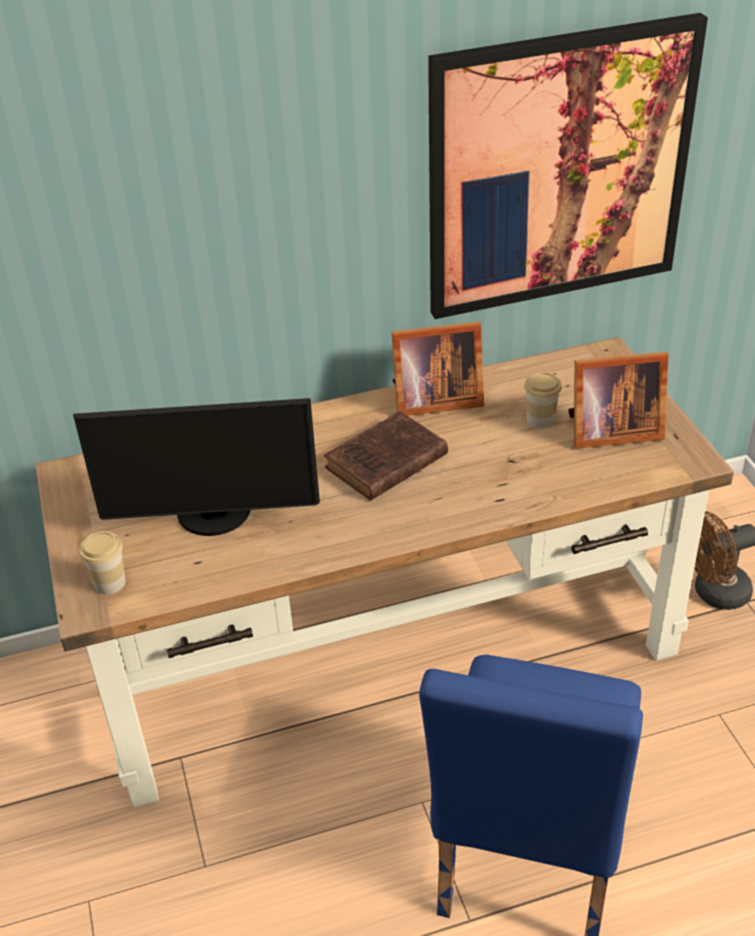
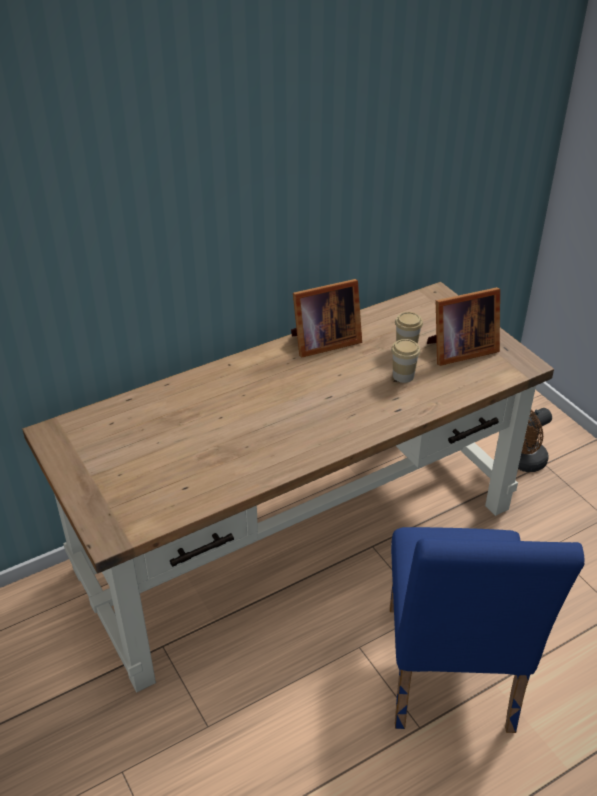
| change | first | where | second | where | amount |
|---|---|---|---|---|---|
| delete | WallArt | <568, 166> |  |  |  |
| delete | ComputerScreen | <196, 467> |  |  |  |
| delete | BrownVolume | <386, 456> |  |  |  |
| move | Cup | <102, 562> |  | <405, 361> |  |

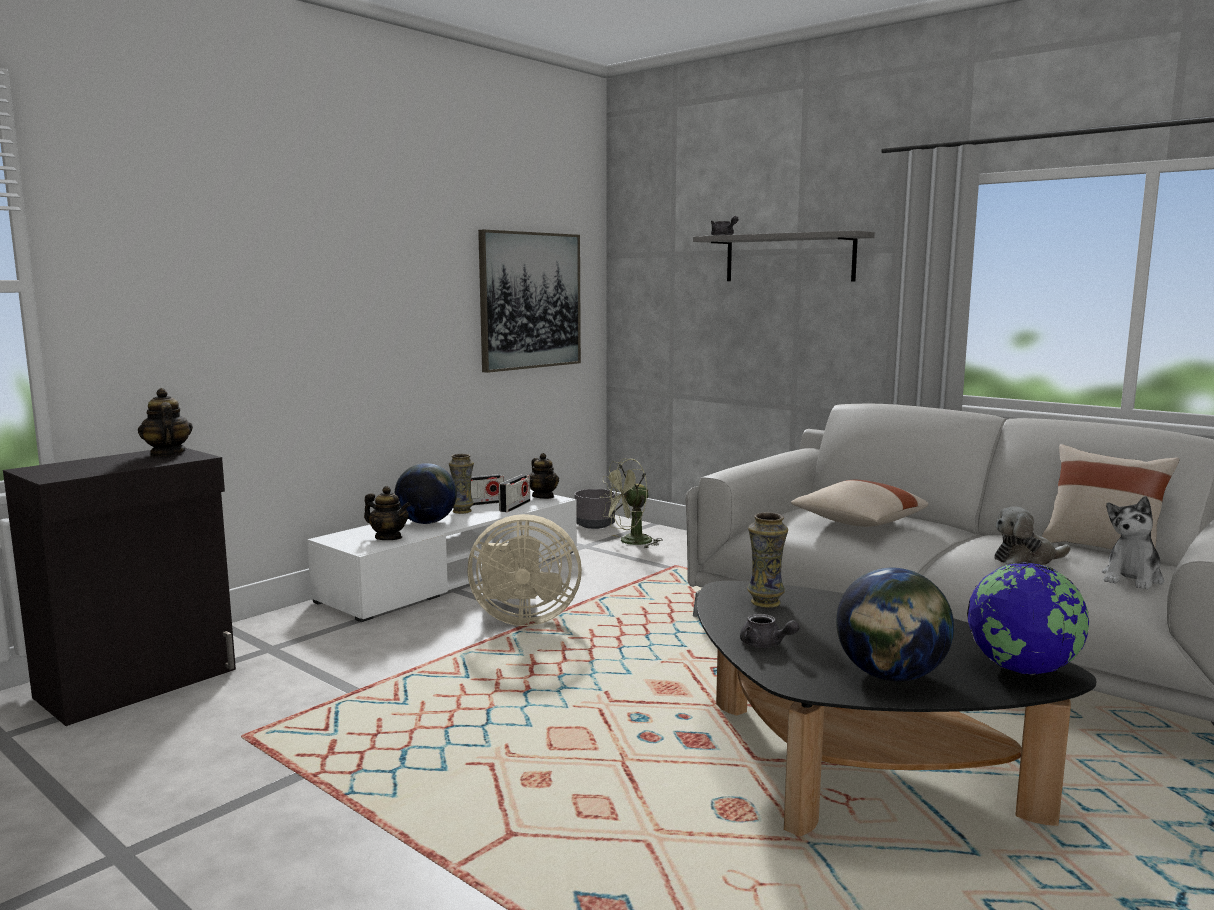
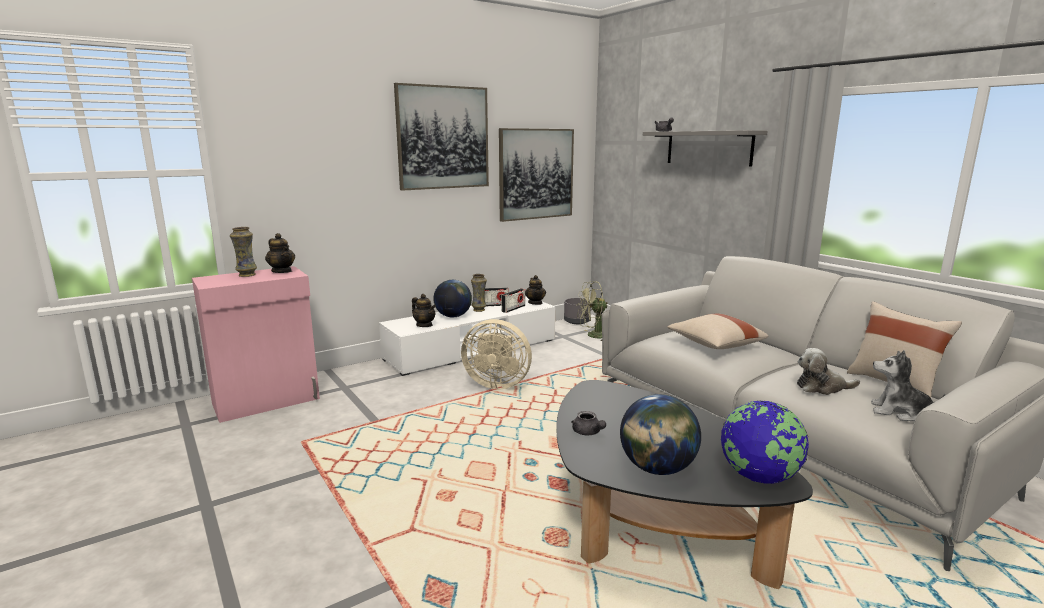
| change | first | where | second | where | amount |
|---|---|---|---|---|---|
| rotate | TeaPot | <165, 422> |  | <280, 253> | 150 degrees clockwise |
| recolor | BlackColouredStorageCabinet | <119, 587> | PinkColouredStorageCabinet | <256, 344> |  |
| rotate | CuddlyToy | <1133, 543> |  | <908, 385> | 60 degrees clockwise |
| move | Vase | <767, 560> |  | <243, 252> |  |
| insert |  |  | WallArt | <441, 137> |  |

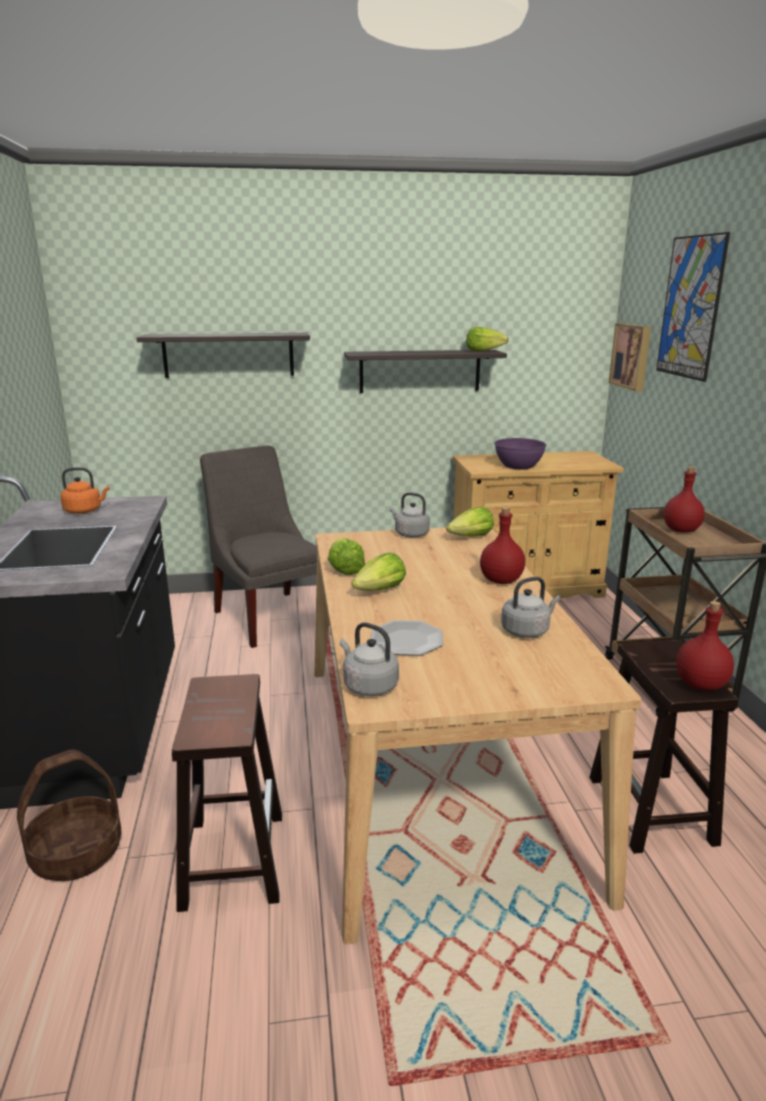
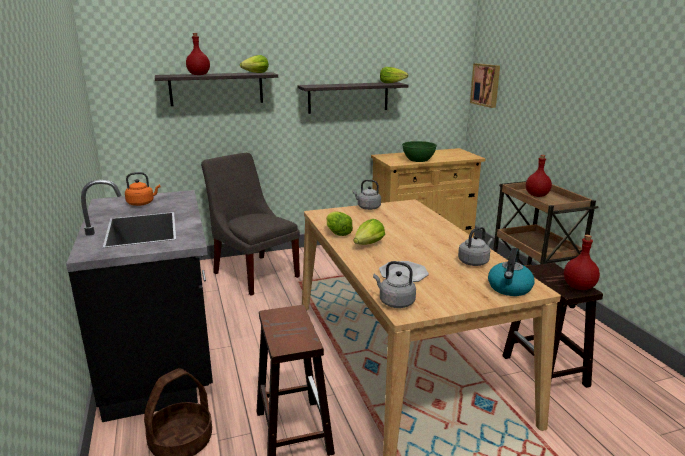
| change | first | where | second | where | amount |
|---|---|---|---|---|---|
| delete | WallArt | <693, 307> |  |  |  |
| recolor | PurpleDeepDish | <520, 453> | GreenishDeepDish | <419, 151> |  |
| move | Lettuce | <470, 521> |  | <254, 64> |  |
| move | ReddishBottle | <502, 545> |  | <198, 54> |  |
| insert |  |  | TeaKettle | <511, 272> |  |

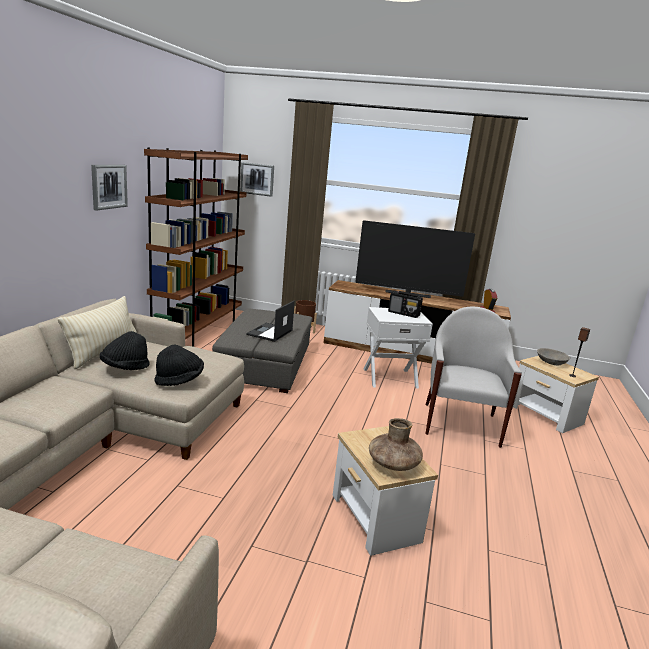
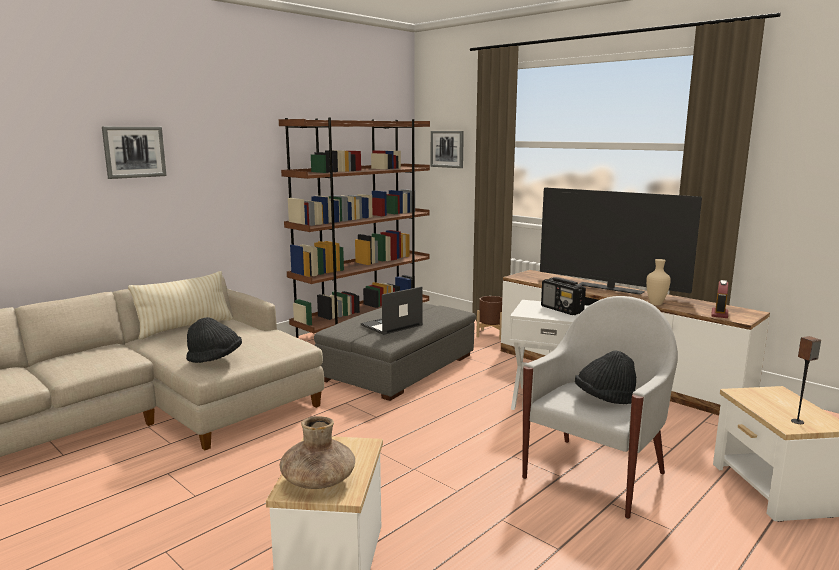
| change | first | where | second | where | amount |
|---|---|---|---|---|---|
| move | WallArt | <109, 188> |  | <134, 153> |  |
| move | BlackColouredWearableHat | <125, 350> |  | <605, 377> |  |
| delete | GreyishDeepDish | <553, 356> |  |  |  |
| insert |  |  | BeigeColouredVase | <658, 282> |  |

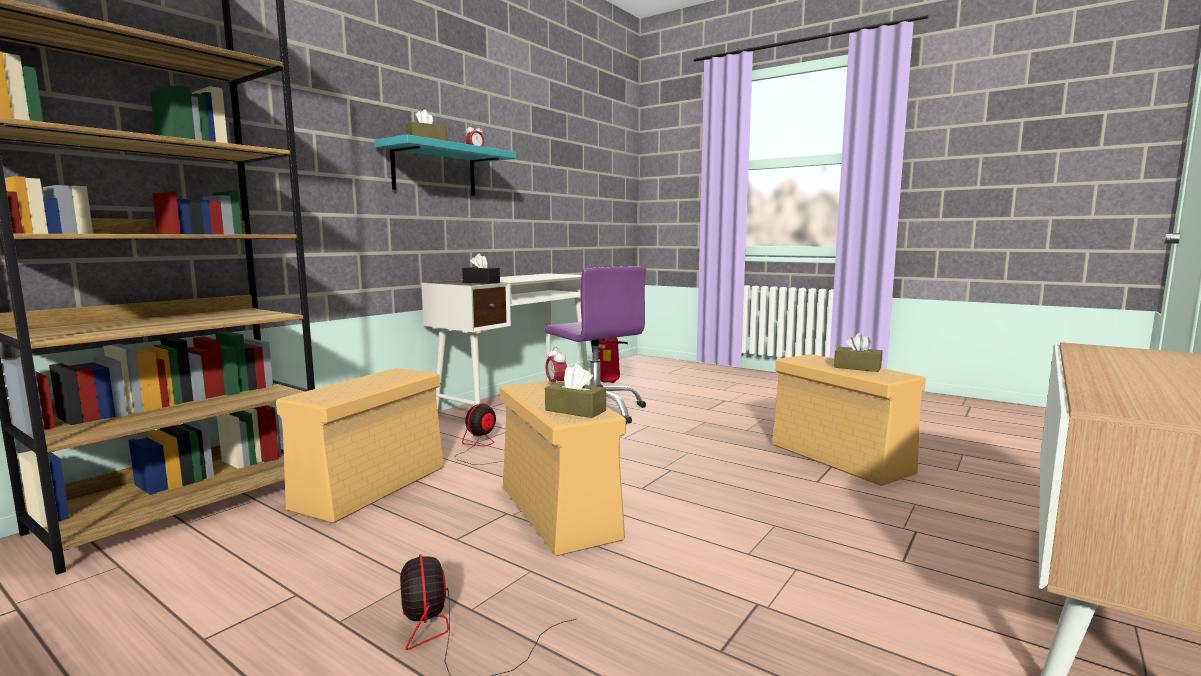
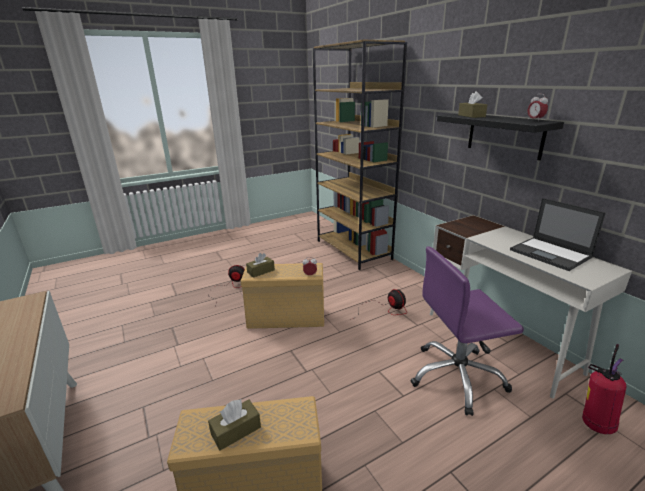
| change | first | where | second | where | amount |
|---|---|---|---|---|---|
| recolor | TurquoiseColouredWallShelf | <445, 165> | BlackColouredWallShelf | <500, 137> |  |
| delete | BlackColouredBoxOfTissues | <481, 269> |  |  |  |
| delete | BeigeColouredStorageBox | <360, 445> |  |  |  |
| insert |  |  | NotebookComputer | <558, 234> |  |

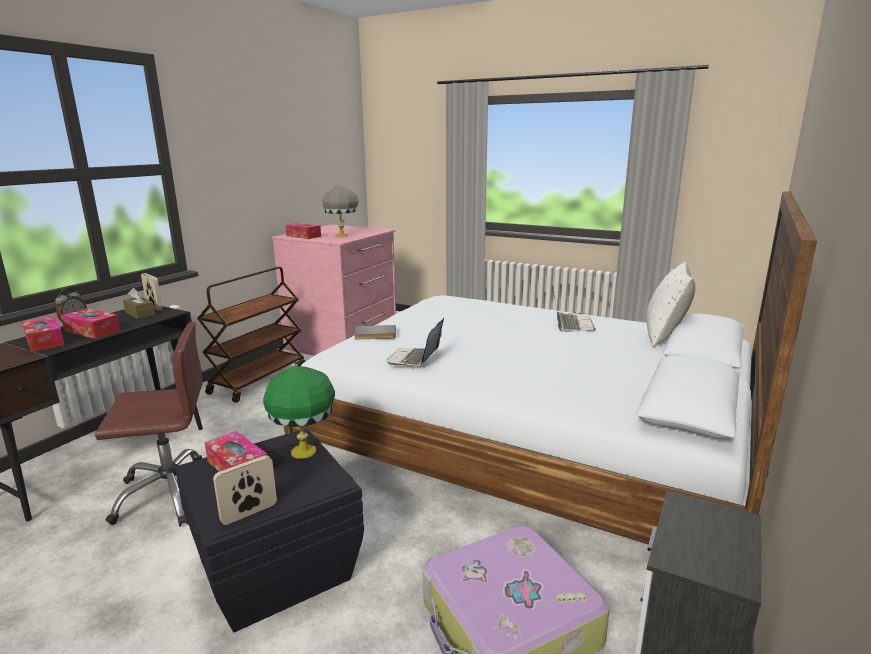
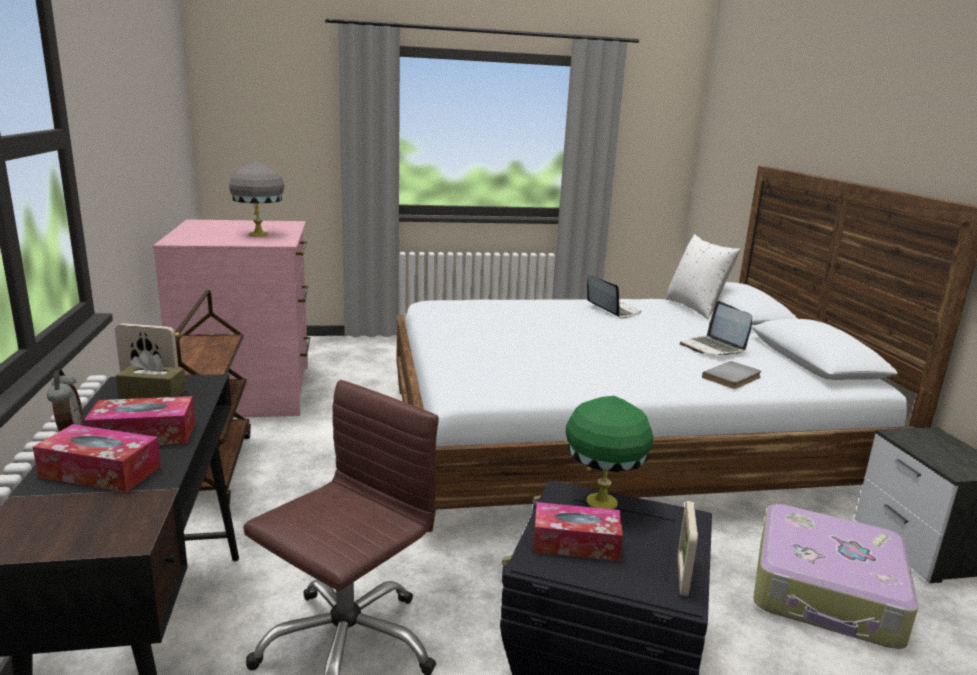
| change | first | where | second | where | amount |
|---|---|---|---|---|---|
| delete | BoxOfTissues | <303, 231> |  |  |  |
| move | NotebookComputer | <415, 342> |  | <716, 328> |  |
| move | GreyishVolume | <375, 332> |  | <732, 375> |  |

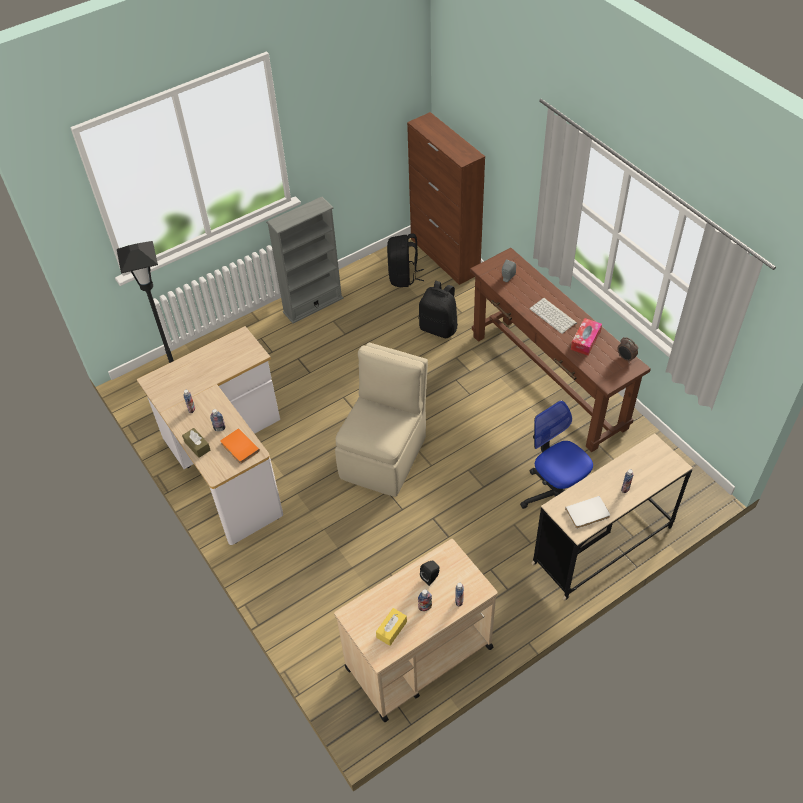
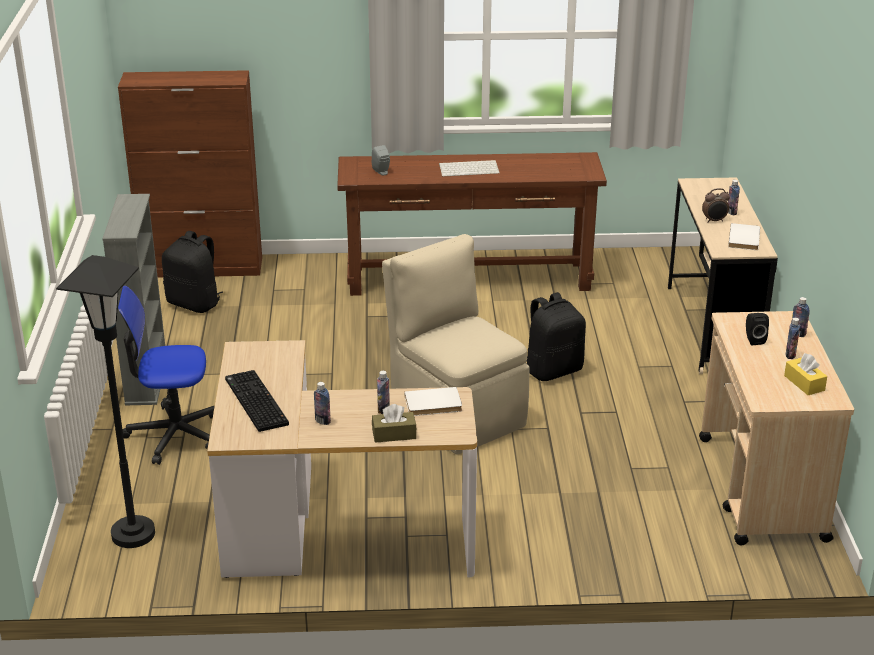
| change | first | where | second | where | amount |
|---|---|---|---|---|---|
| move | BlackColouredBackpack | <438, 309> |  | <555, 336> |  |
| delete | BoxOfTissues | <586, 337> |  |  |  |
| move | TableClock | <627, 350> |  | <716, 205> |  |
| move | ComputerChair | <556, 454> |  | <166, 375> |  |
| recolor | OrangeyVolume | <240, 446> | WhiteVolume | <433, 401> |  |
| insert |  |  | ComputerKeyboard | <257, 401> |  |

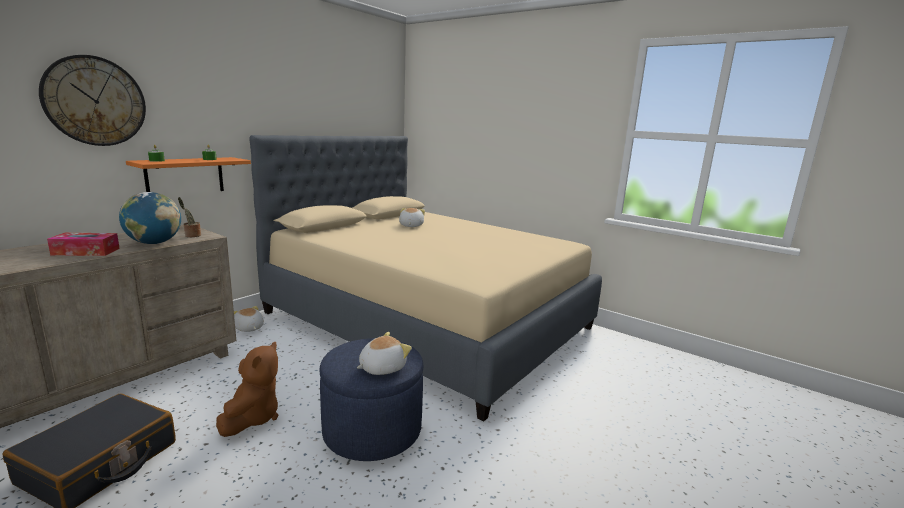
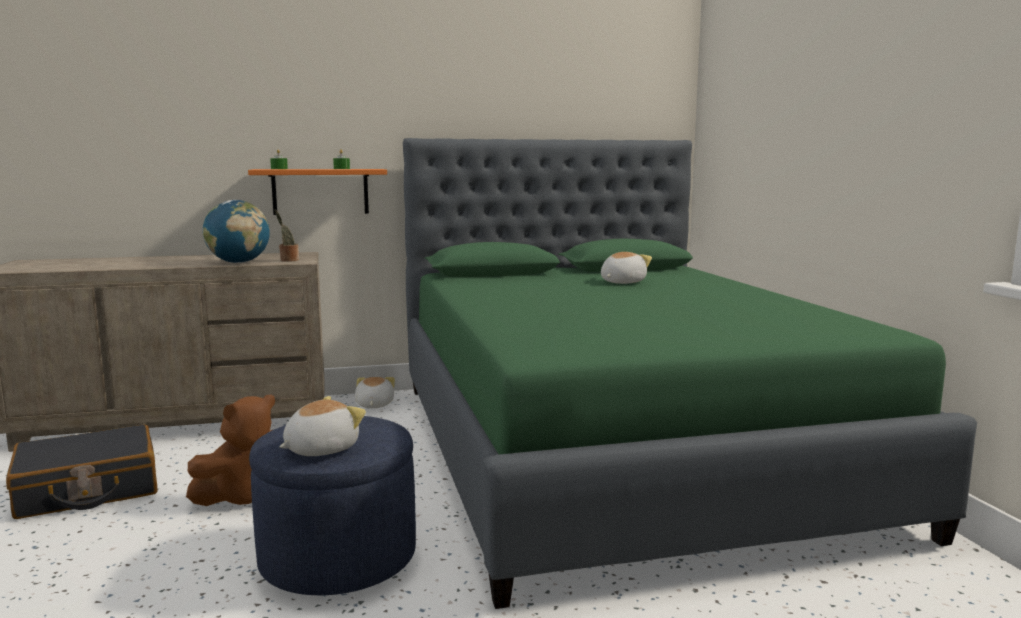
| change | first | where | second | where | amount |
|---|---|---|---|---|---|
| delete | ClockOnTheWall | <92, 100> |  |  |  |
| recolor | BeigeColouredSleepingBed | <425, 278> | GreenishSleepingBed | <690, 373> |  |
| delete | BoxOfTissues | <83, 244> |  |  |  |
| rotate | CuddlyToy | <384, 353> |  | <322, 426> | 45 degrees counterclockwise |

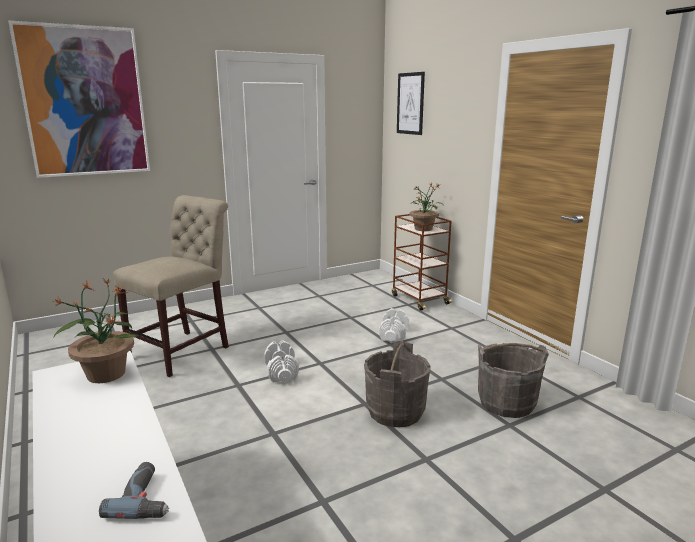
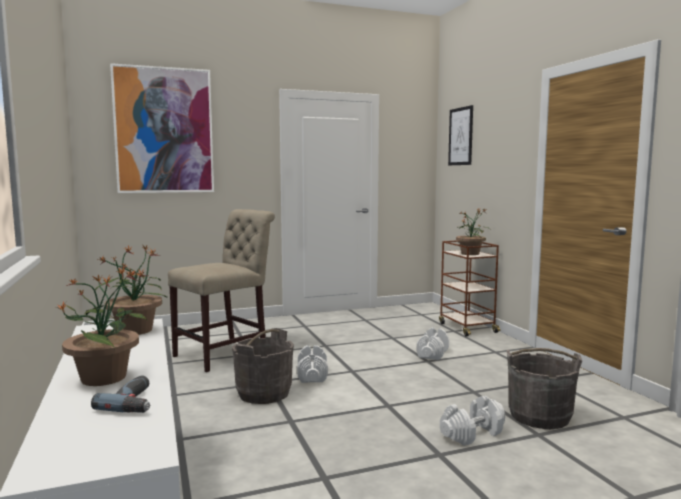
| change | first | where | second | where | amount |
|---|---|---|---|---|---|
| move | GreyishBucket | <397, 384> |  | <263, 366> |  |
| insert |  |  | PlantInAPot | <102, 326> |  |
| insert |  |  | WhiteFreeWeight | <472, 421> |  |

